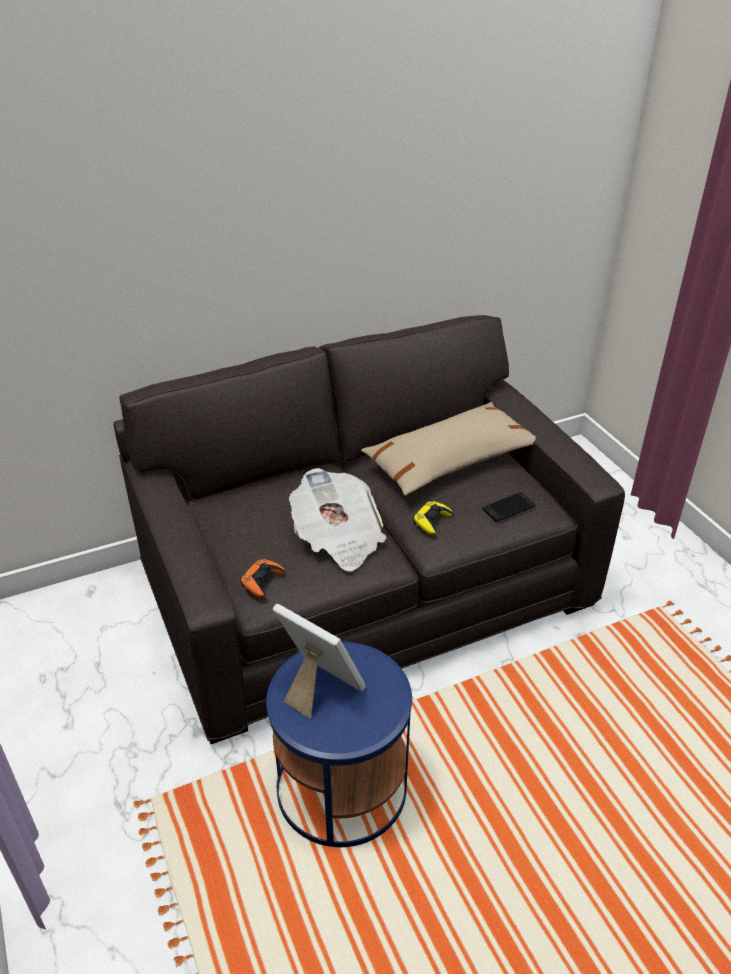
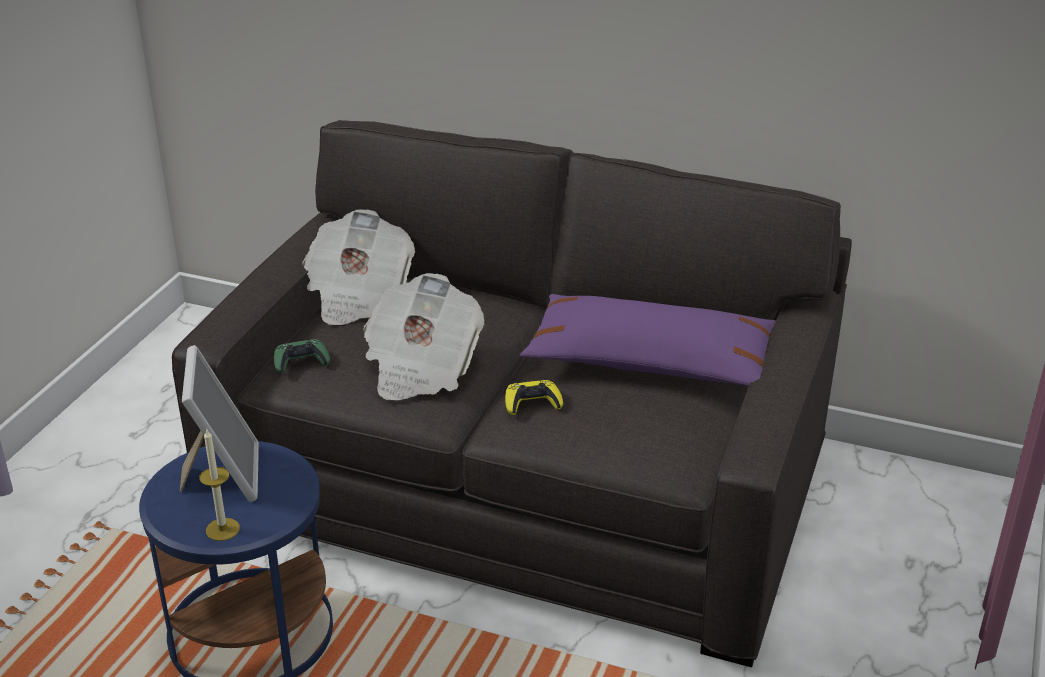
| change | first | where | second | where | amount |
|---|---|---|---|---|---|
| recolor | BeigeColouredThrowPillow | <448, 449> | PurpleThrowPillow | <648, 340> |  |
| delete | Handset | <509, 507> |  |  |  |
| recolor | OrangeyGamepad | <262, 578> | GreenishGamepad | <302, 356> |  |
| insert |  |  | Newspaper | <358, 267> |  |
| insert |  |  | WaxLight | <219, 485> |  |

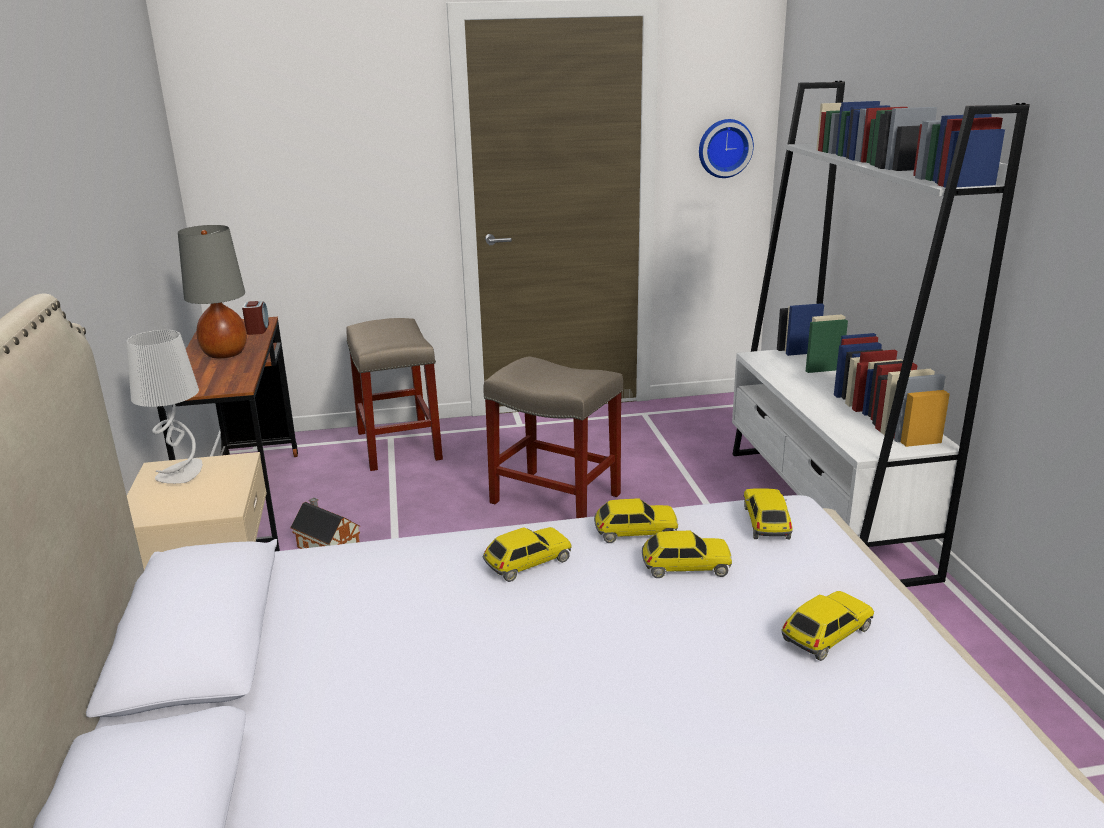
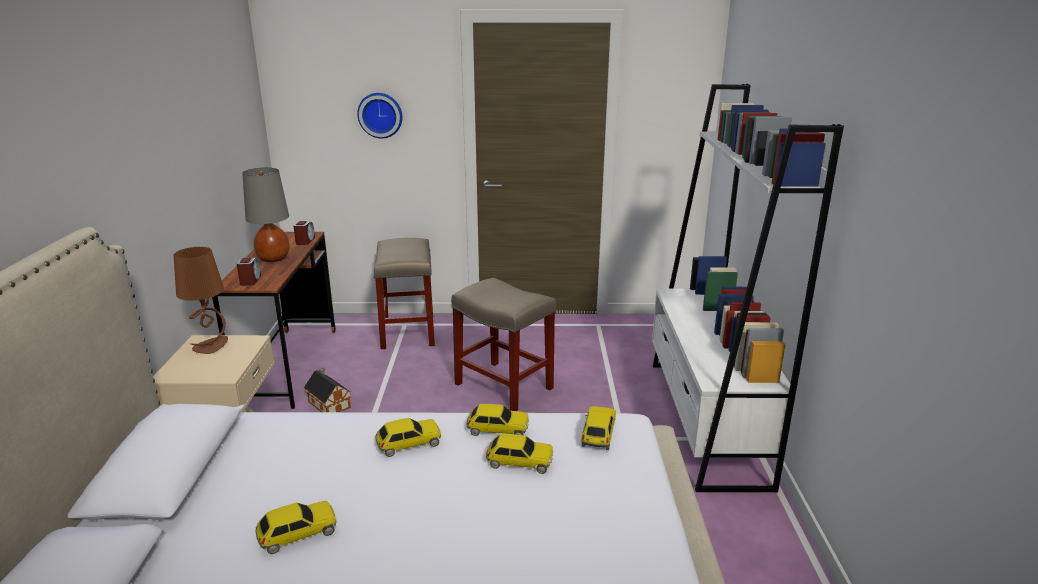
| change | first | where | second | where | amount |
|---|---|---|---|---|---|
| move | ClockOnTheWall | <726, 148> |  | <379, 115> |  |
| recolor | GreyishTabletopLamp | <164, 407> | BrownTabletopLamp | <201, 300> |  |
| move | MiniatureCar | <828, 626> |  | <296, 527> |  |
| insert |  |  | TableClock | <249, 272> |  |

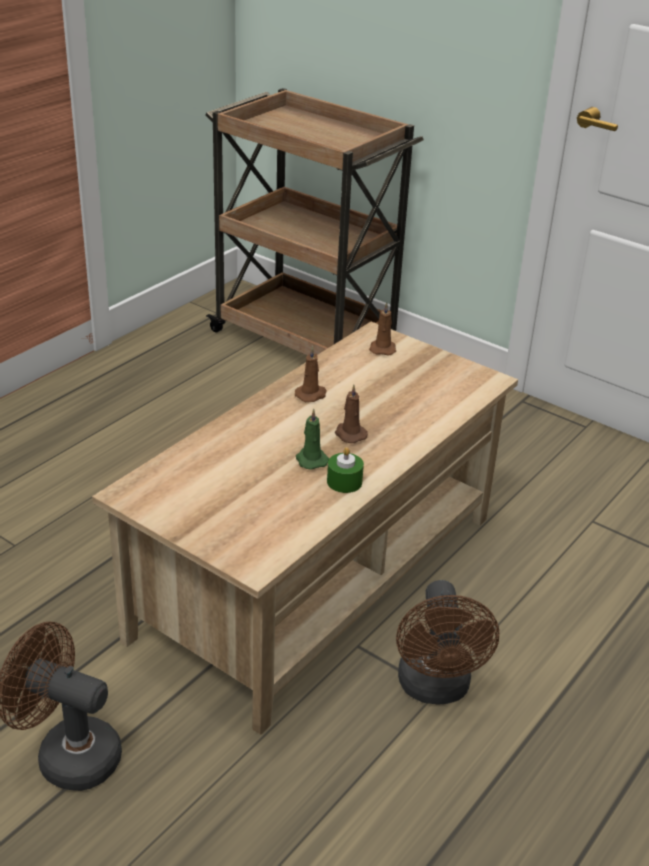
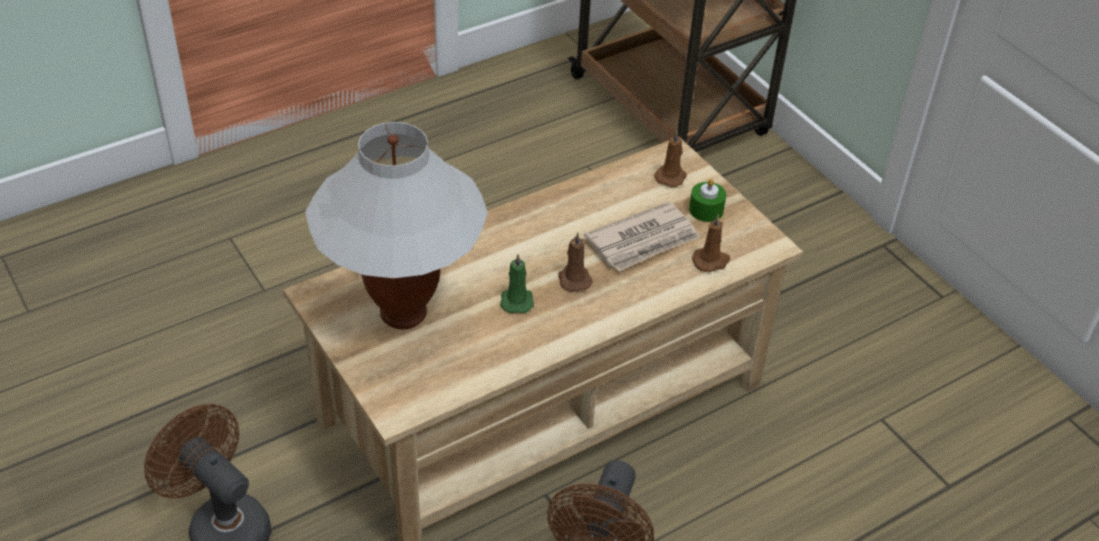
| change | first | where | second | where | amount |
|---|---|---|---|---|---|
| move | BrownWaxLight | <311, 374> |  | <711, 243> |  |
| move | GreenishWaxLight | <345, 470> |  | <707, 200> |  |
| insert |  |  | WhiteTabletopLamp | <396, 226> |  |
| insert |  |  | Newspaper | <642, 237> |  |

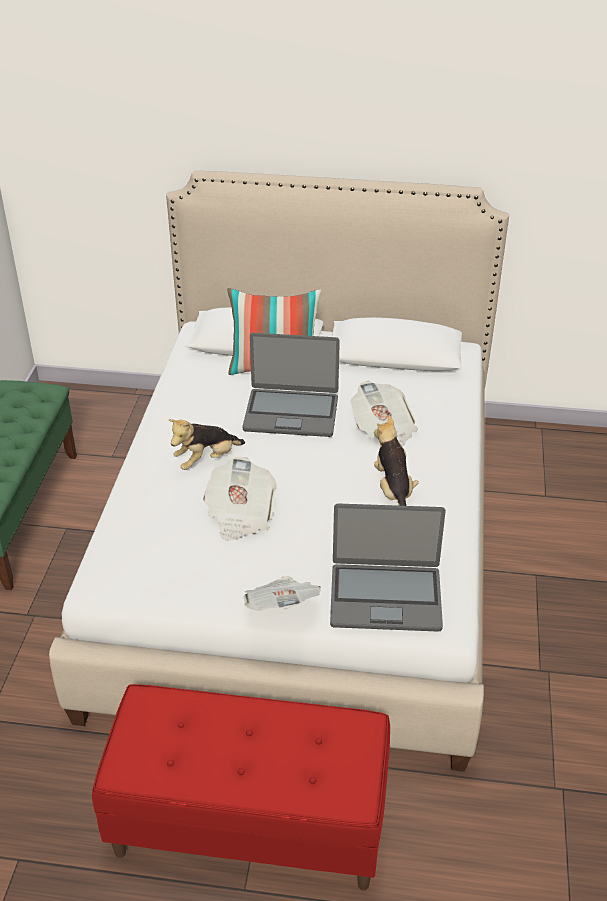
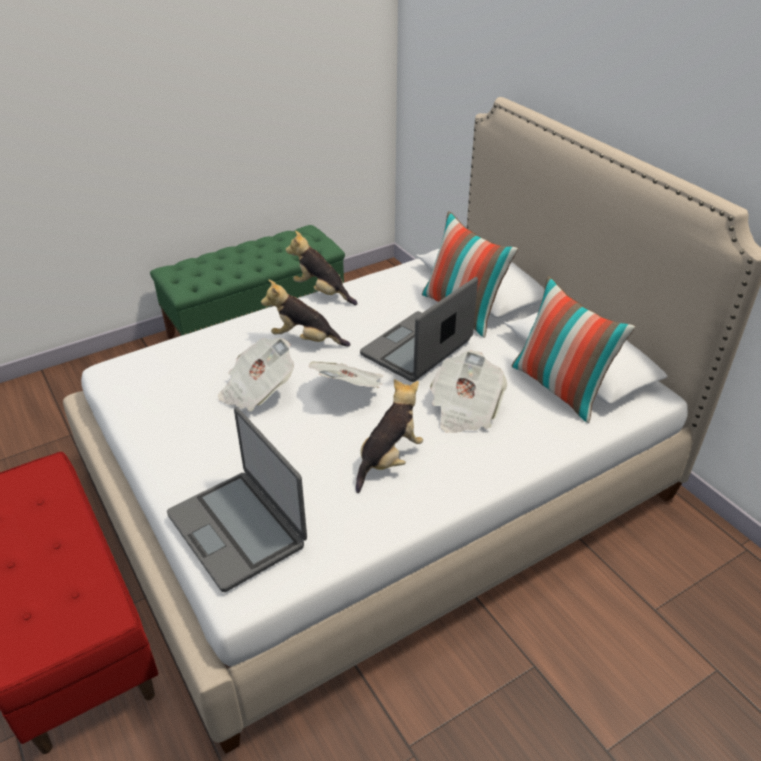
| change | first | where | second | where | amount |
|---|---|---|---|---|---|
| rotate | NotebookComputer | <291, 385> |  | <419, 329> | 75 degrees clockwise |
| move | Newspaper | <282, 593> |  | <346, 374> |  |
| insert |  |  | CuddlyToy | <322, 267> |  |
| insert |  |  | ThrowPillow | <573, 349> |  |

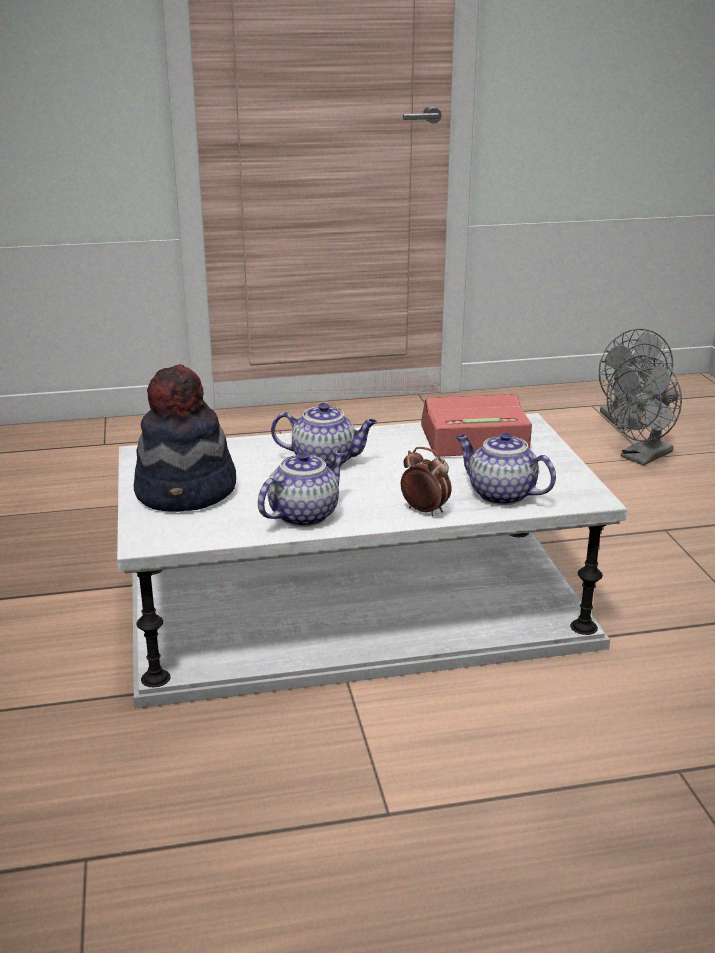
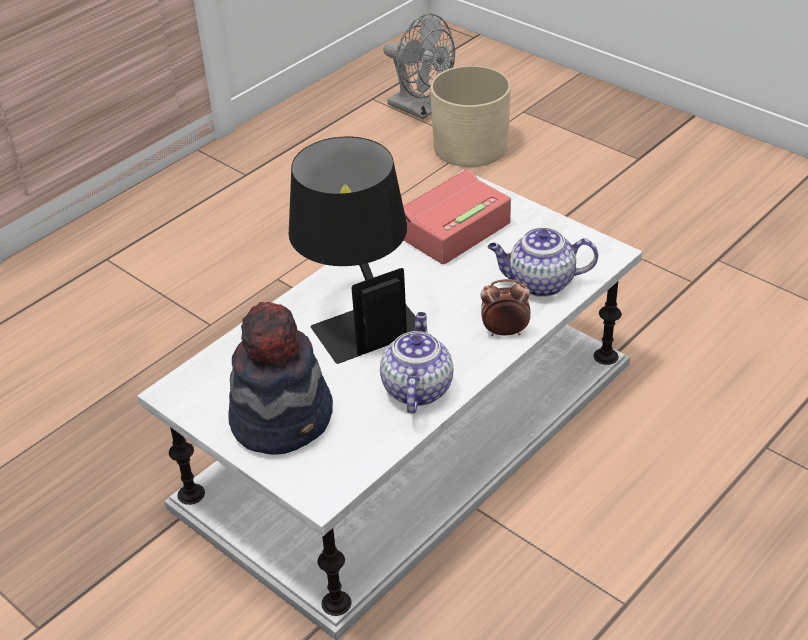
| change | first | where | second | where | amount |
|---|---|---|---|---|---|
| replace | GreyishCoolingFan | <644, 410> | BeigeColouredPlanter | <471, 116> |  |
| replace | TeaPot | <324, 435> | BlackColouredTabletopLamp | <352, 250> |  |

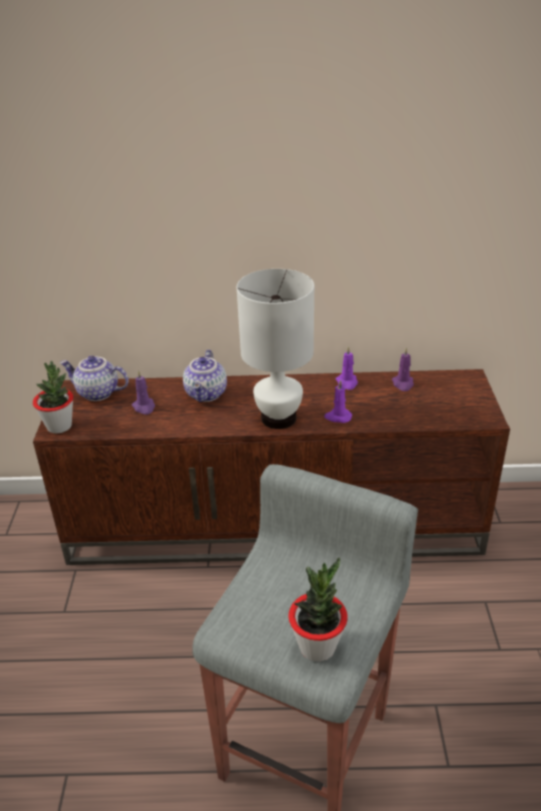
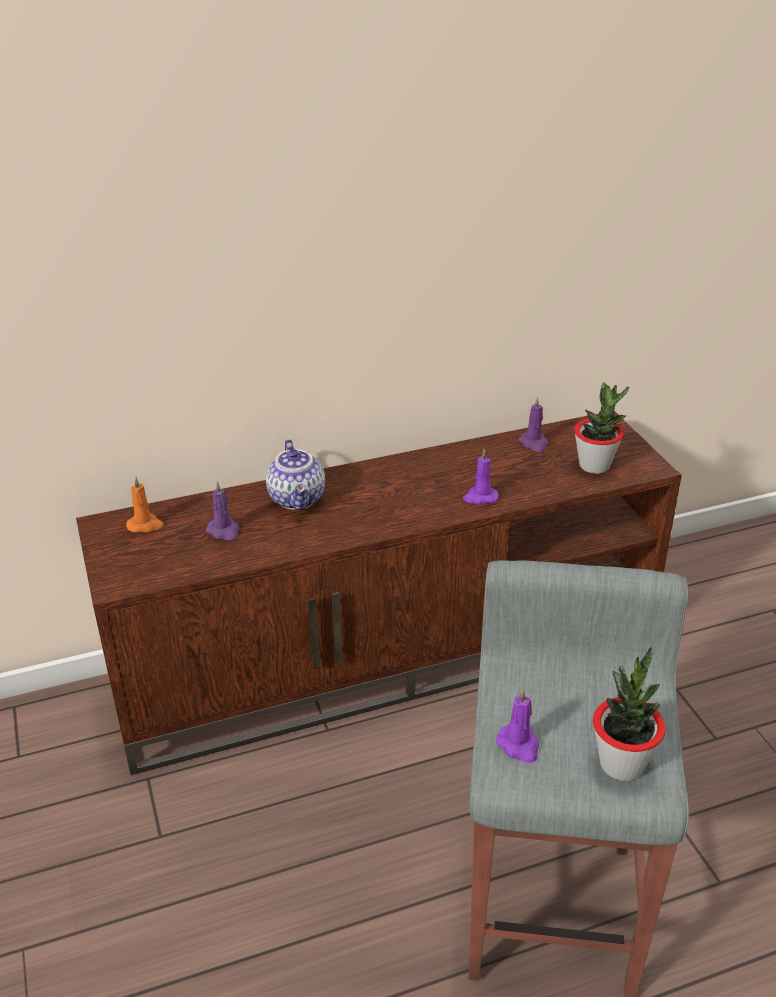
| change | first | where | second | where | amount |
|---|---|---|---|---|---|
| delete | WhiteTabletopLamp | <275, 349> |  |  |  |
| move | PurpleWaxLight | <347, 368> |  | <518, 725> |  |
| replace | TeaPot | <94, 378> | OrangeyWaxLight | <145, 504> |  |
| move | PlantInAPot | <53, 397> |  | <601, 428> |  |

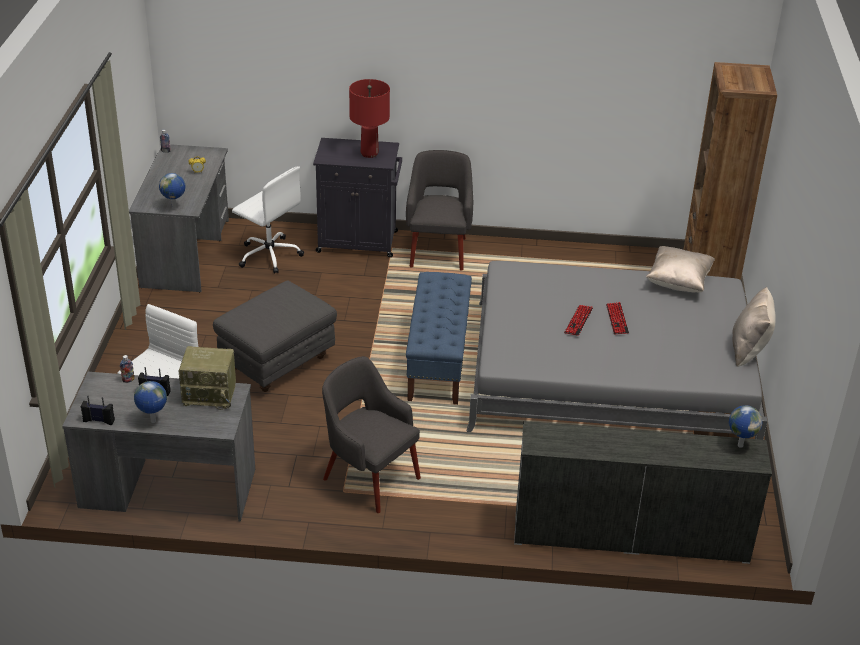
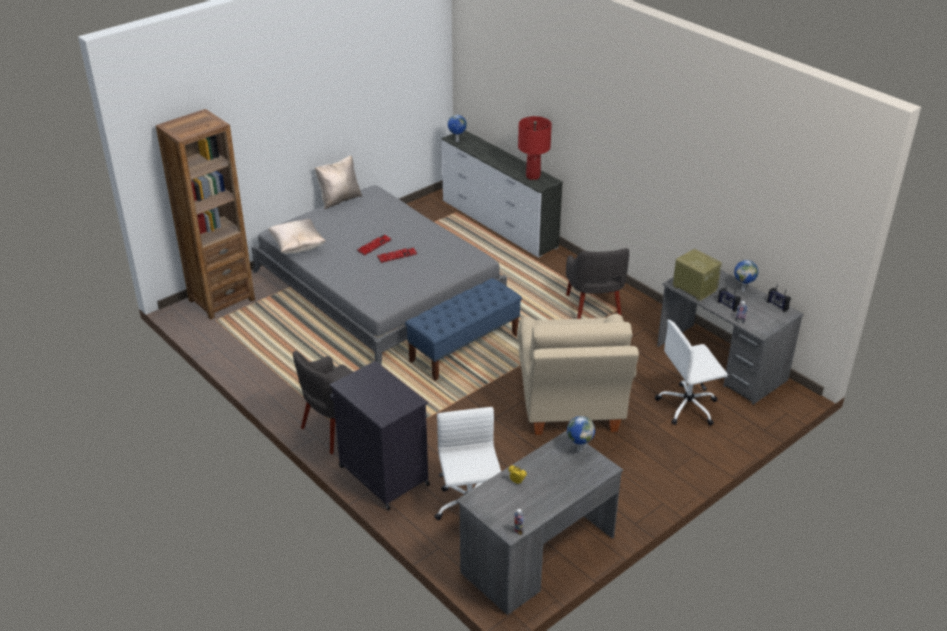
| change | first | where | second | where | amount |
|---|---|---|---|---|---|
| move | ReddishTabletopLamp | <369, 118> |  | <535, 148> |  |
| replace | GreyishOttoman | <275, 336> | BeigeColouredEasyChair | <578, 374> |  |

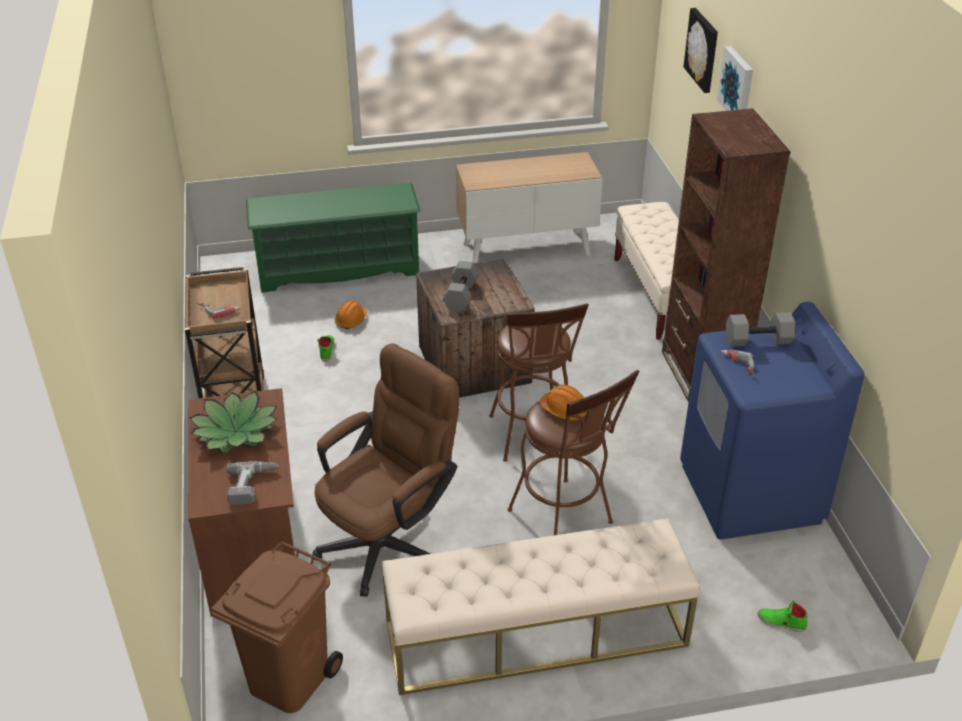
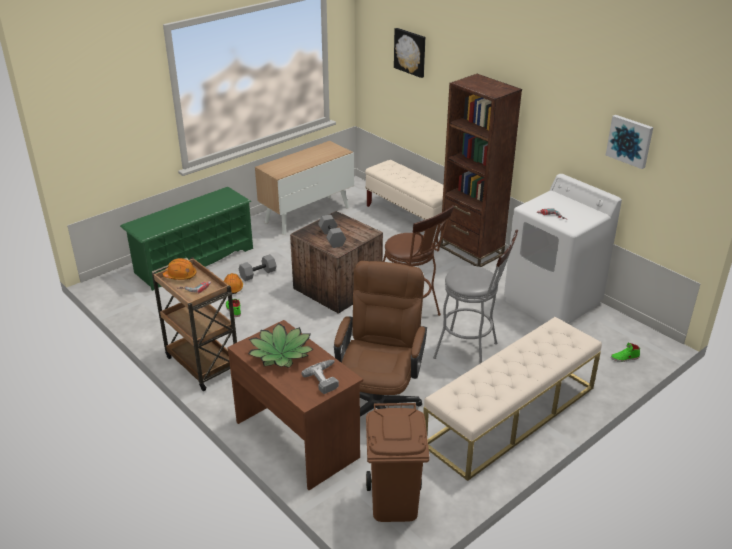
| change | first | where | second | where | amount |
|---|---|---|---|---|---|
| move | WallArt | <735, 78> |  | <629, 142> |  |
| recolor | BlueLaundryAppliance | <772, 420> | WhiteLaundryAppliance | <563, 249> |  |
| move | GreyishFreeWeight | <760, 329> |  | <258, 267> |  |
| recolor | BrownStool | <573, 452> | GreyishStool | <475, 296> |  |
| move | OrangeySafetyHelmet | <563, 402> |  | <180, 269> |  |

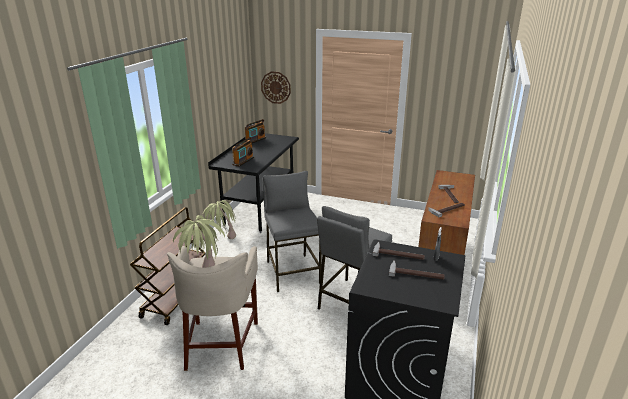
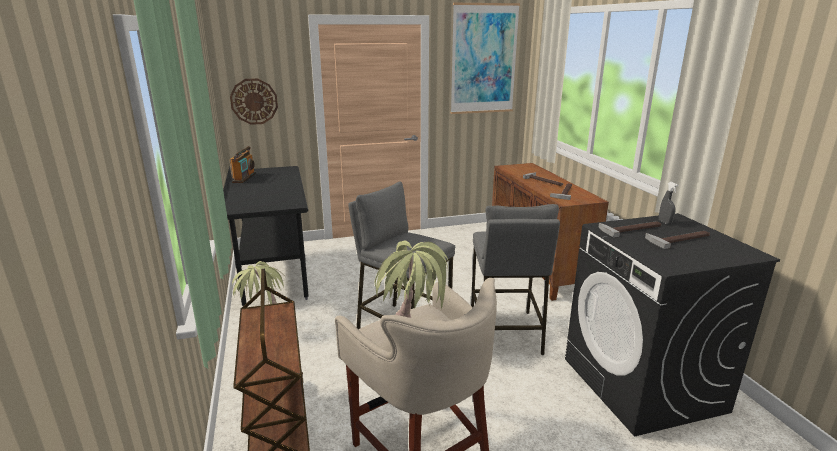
| change | first | where | second | where | amount |
|---|---|---|---|---|---|
| delete | RadioReceiver | <243, 152> |  |  |  |
| insert |  |  | WallArt | <485, 58> |  |

